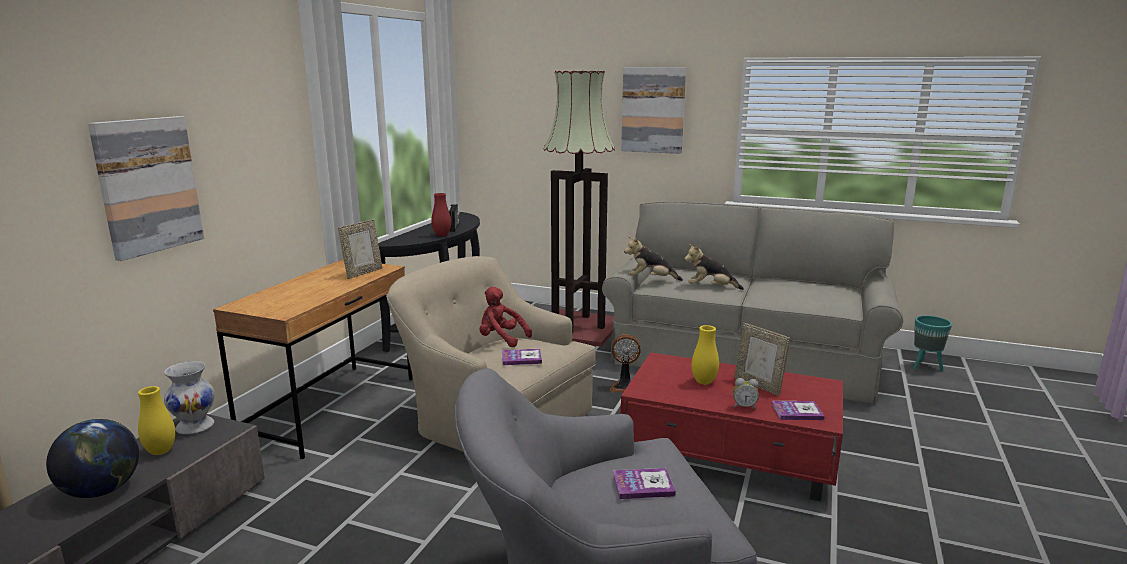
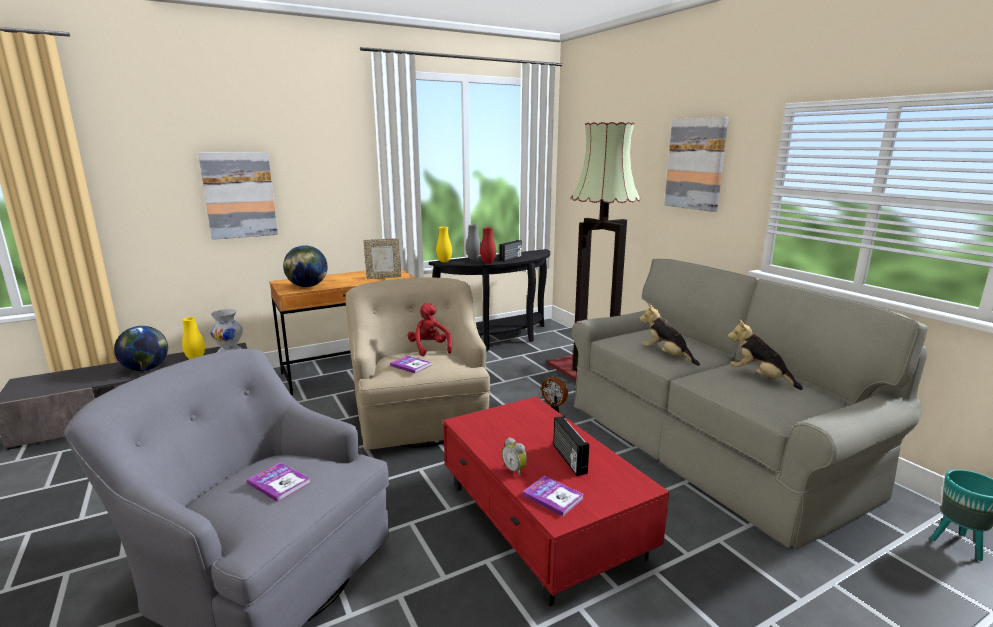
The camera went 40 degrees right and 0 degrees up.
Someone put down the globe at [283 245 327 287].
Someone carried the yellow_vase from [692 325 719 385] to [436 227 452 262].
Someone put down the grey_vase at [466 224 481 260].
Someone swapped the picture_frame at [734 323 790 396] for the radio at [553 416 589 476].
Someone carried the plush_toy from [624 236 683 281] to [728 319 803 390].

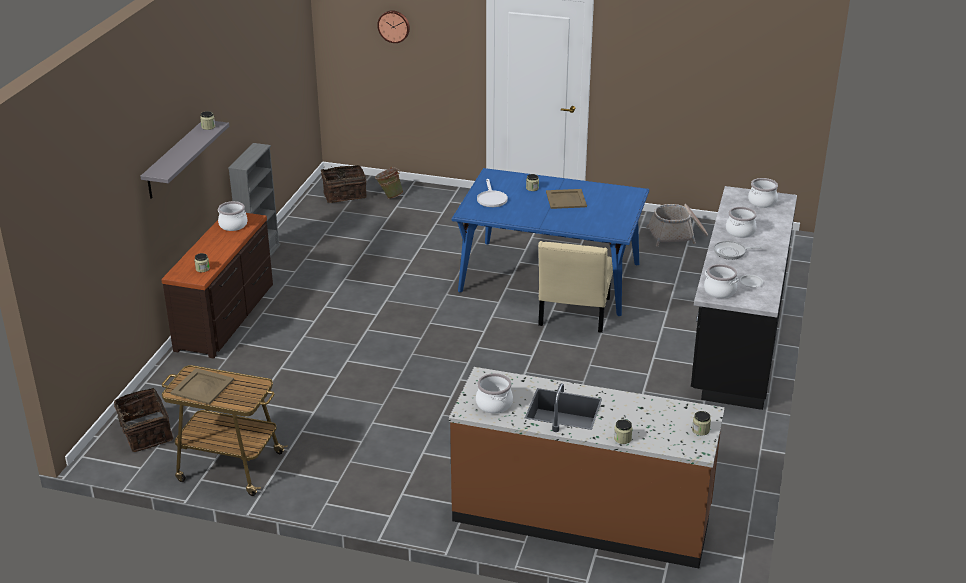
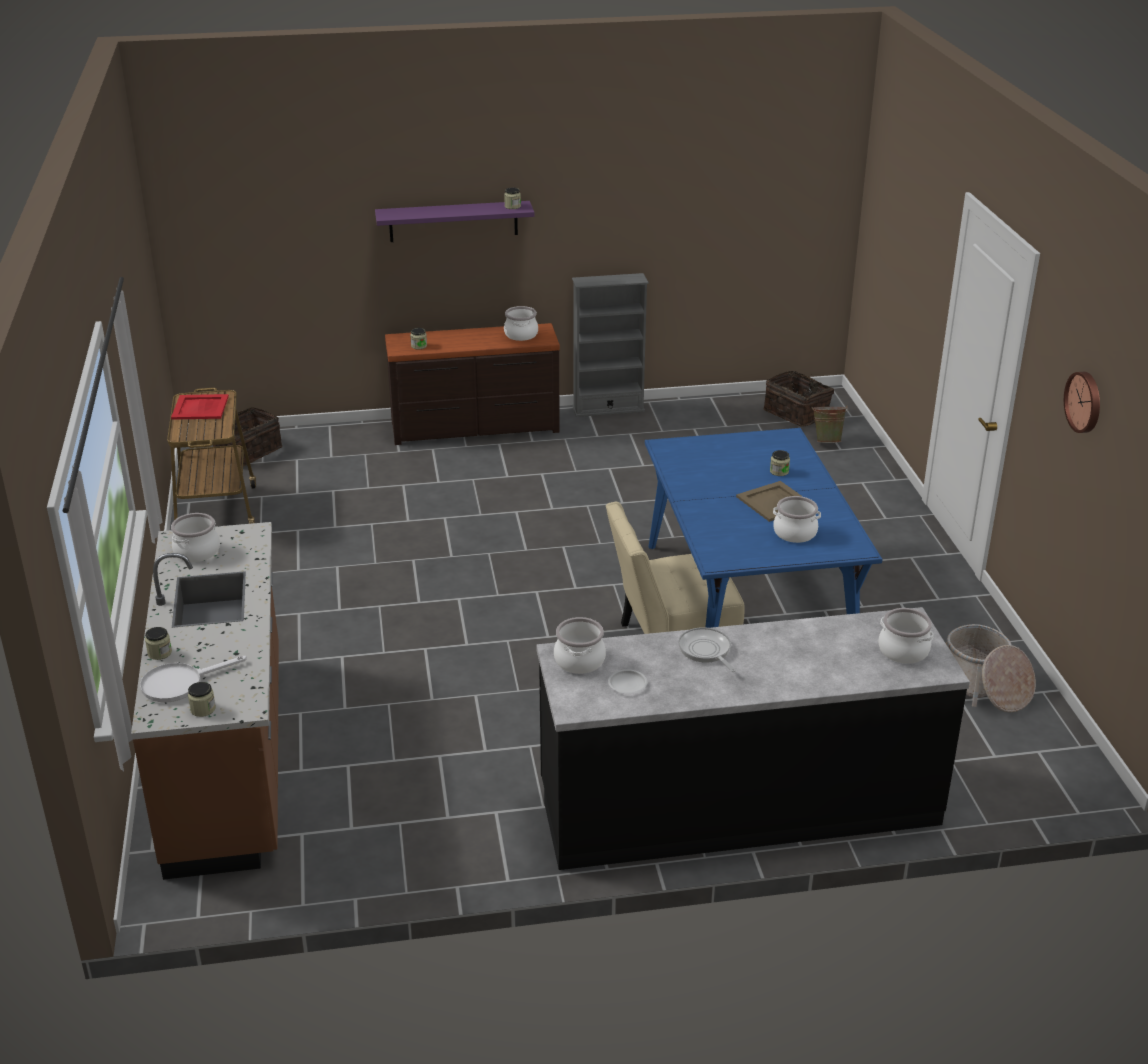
The camera went 65 degrees right and 0 degrees up.
Someone carried the white_frying_pan from [477 179 508 207] to [140 656 247 703].
Someone repainted the beige_tray at [170 368 234 405], which became the red_tray at [171 394 229 420].
Someone repainted the grey_shelf at [141 121 229 199], which became the purple_shelf at [375 201 534 242].
Someone carried the cooking_pot from [726 207 757 238] to [773 496 821 543].
Someone carried the wall_clock from [377 10 410 43] to [1064 372 1100 433].

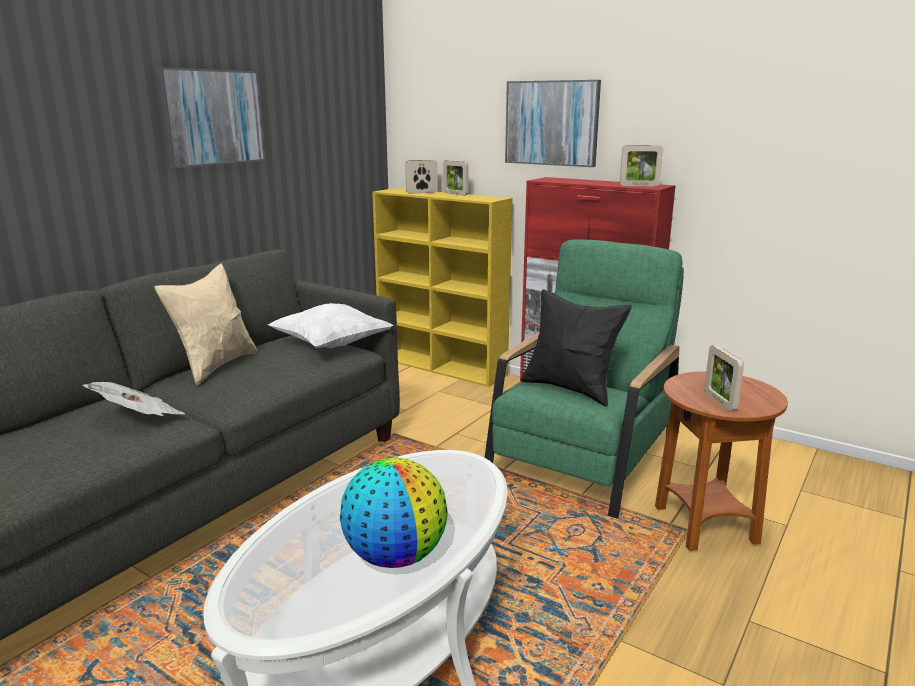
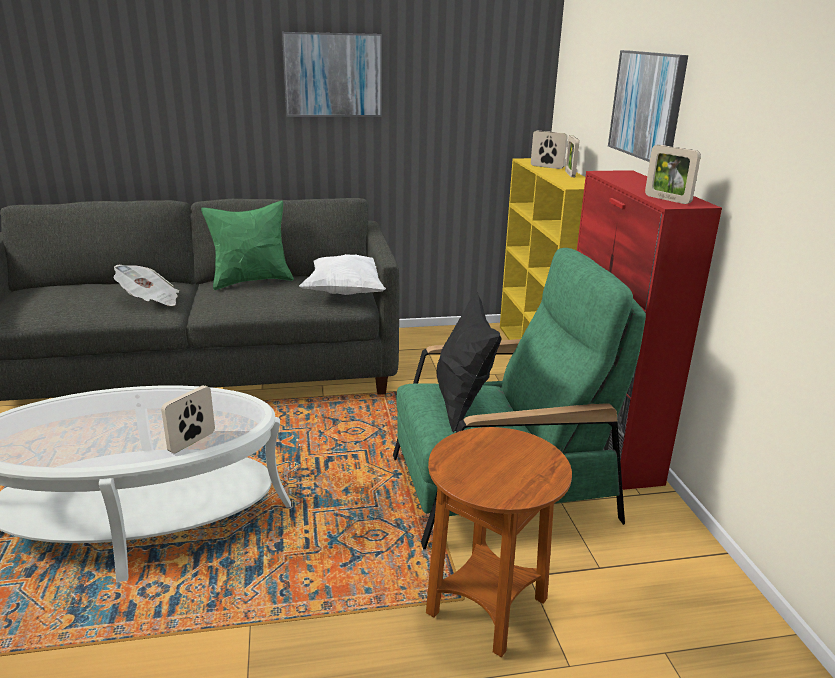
The camera went 45 degrees right and 5 degrees up.
Someone carried the picture_frame from [704 345 744 411] to [161 385 215 453].
Someone repainted the beige_pillow at [155 263 258 385], which became the green_pillow at [201 200 294 290].
Someone took away the globe at [340 457 448 568].

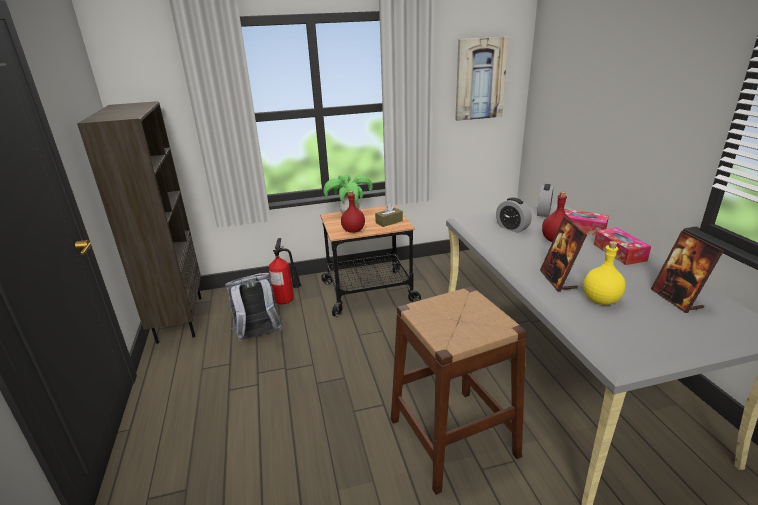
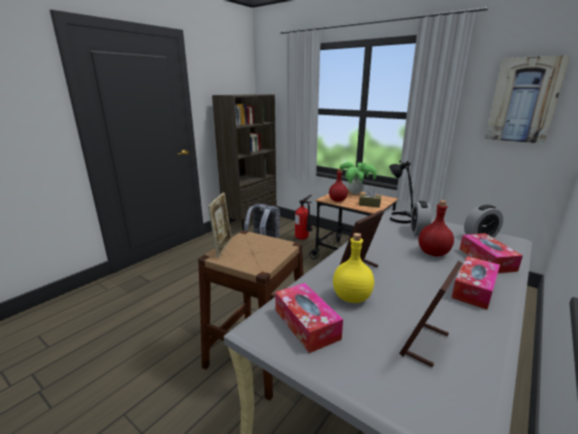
The camera went 50 degrees right and 5 degrees down.
Someone put down the picture_frame at [208 192 232 258].
Someone put down the tissue_box at [275 283 343 353].
Someone put down the black_table_lamp at [389 160 413 223].

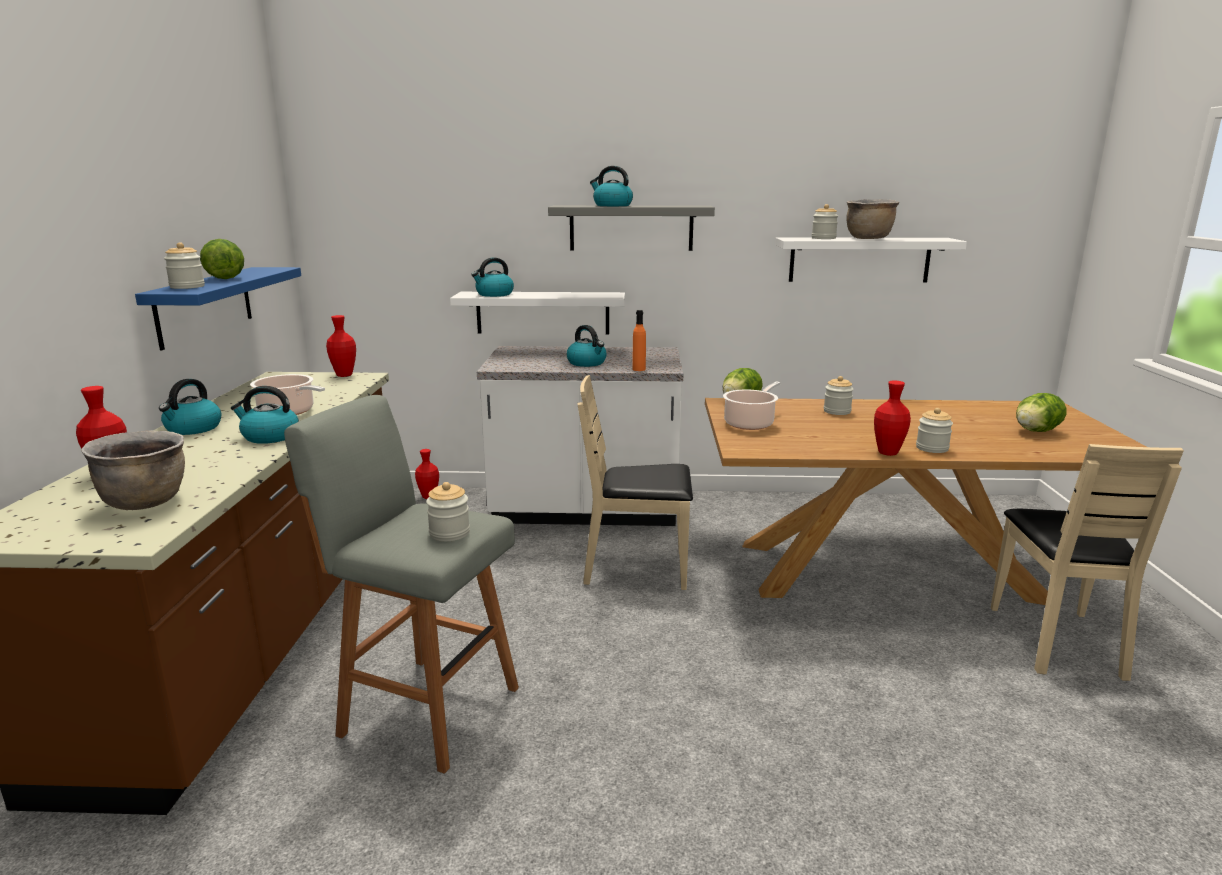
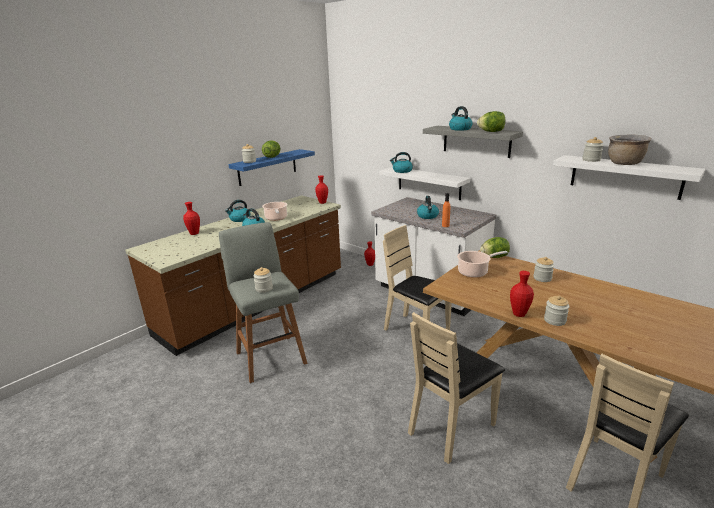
The camera went 40 degrees right and 5 degrees up.
Someone put down the beige_chair at [408 312 505 464].
Someone carried the lettuce from [1016 393 1067 432] to [477 111 506 132].
Someone took away the brown_cooking_pot at [81 431 185 510].

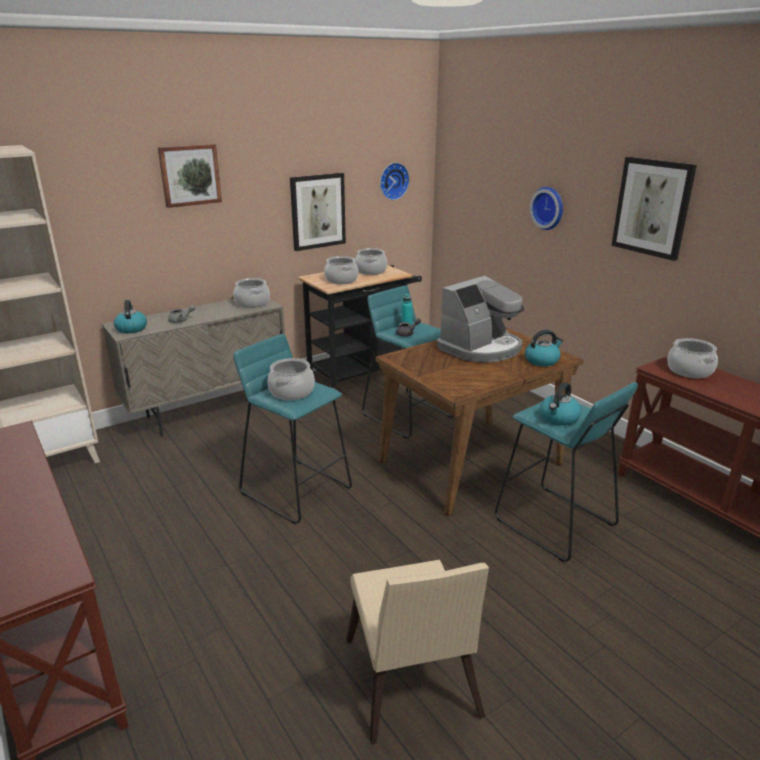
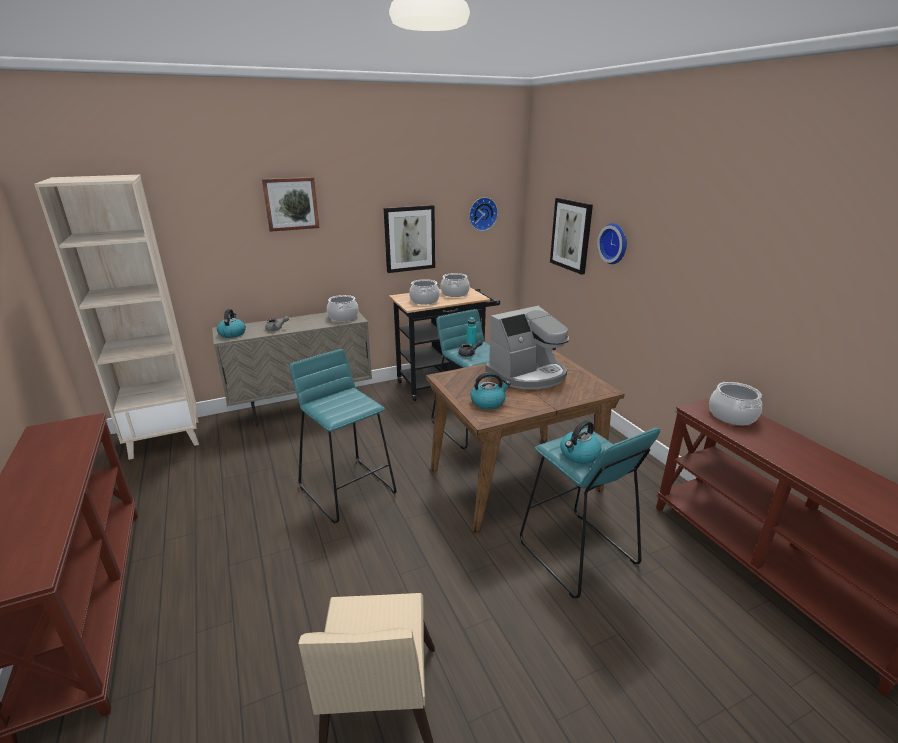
The camera went 10 degrees right and 0 degrees up.
Someone carried the kettle from [525 330 563 366] to [470 372 511 410].
Someone carried the picture from [611 157 697 261] to [550 198 593 275].
Someone took away the cooking_pot at [268 358 315 400].

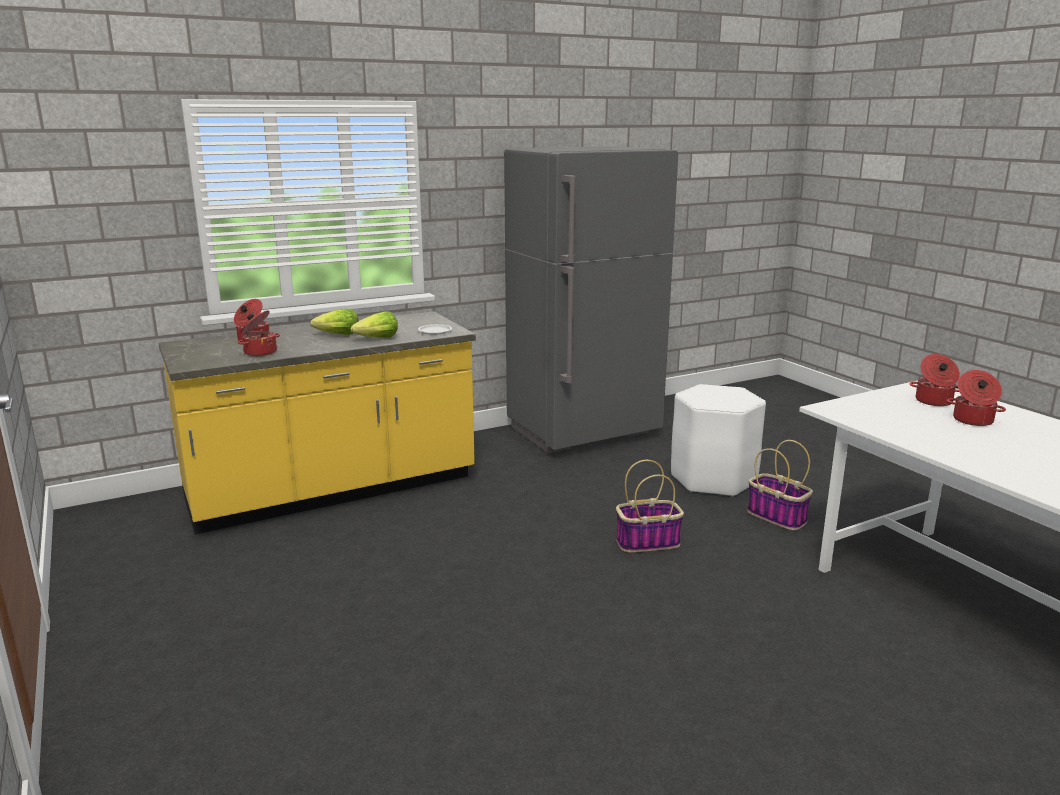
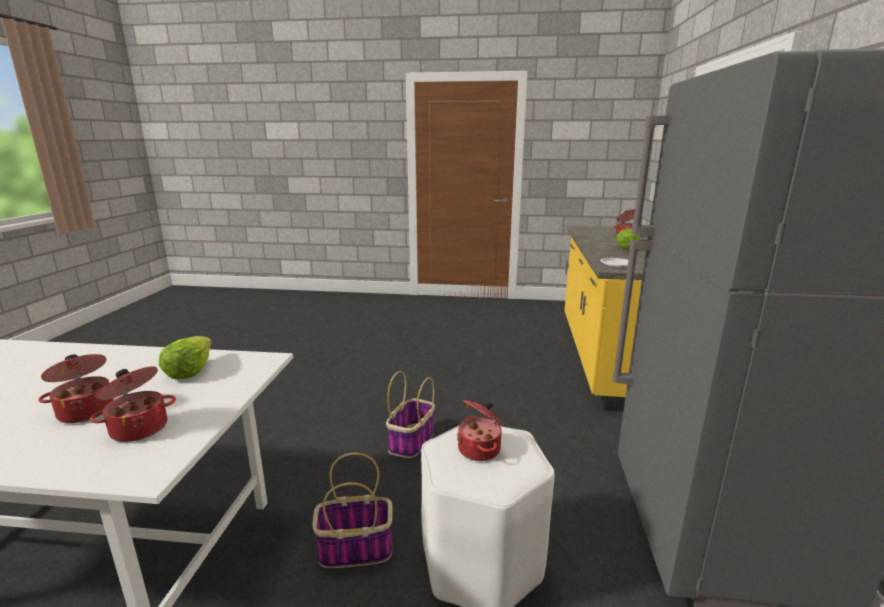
The camera went 125 degrees right and 0 degrees up.
Someone carried the lettuce from [351 311 398 338] to [159 336 212 380].
Someone carried the cooking_pot from [237 310 280 356] to [457 400 504 461].

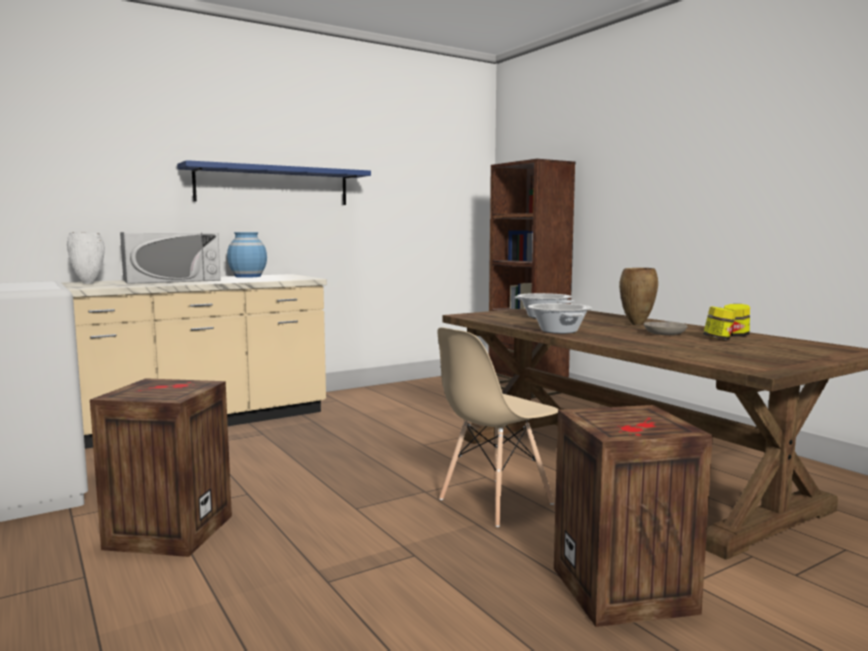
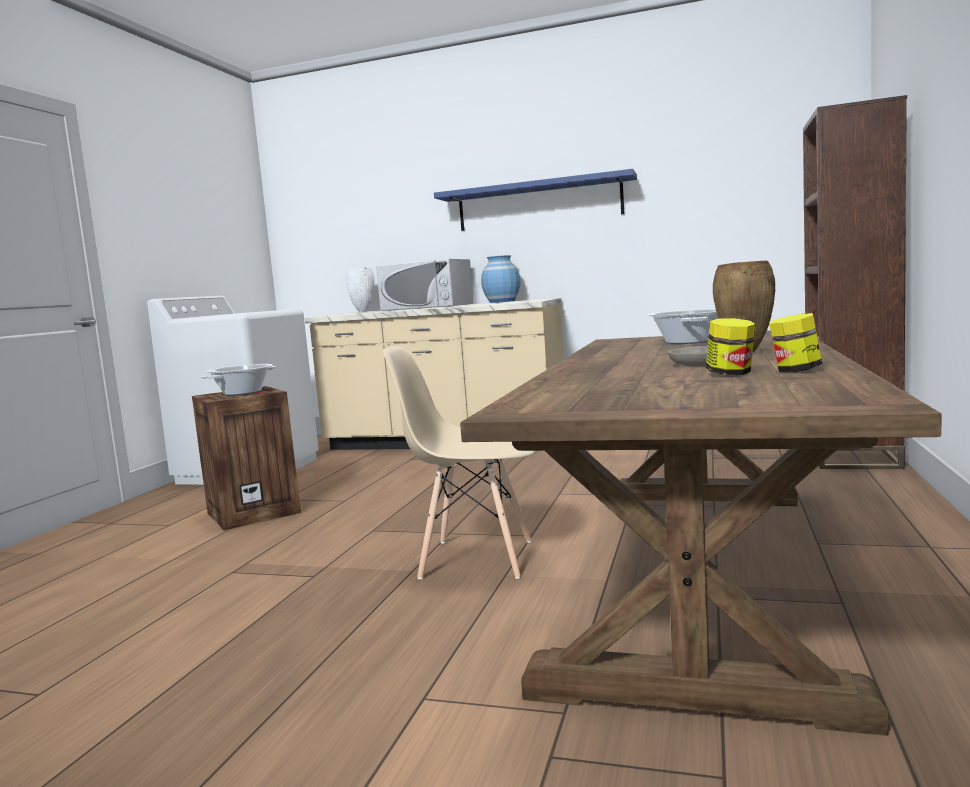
The camera went 50 degrees right and 0 degrees up.
Someone carried the cooking_pot from [528 303 592 334] to [201 364 276 395].
Someone took away the crate at [554 405 713 627].

